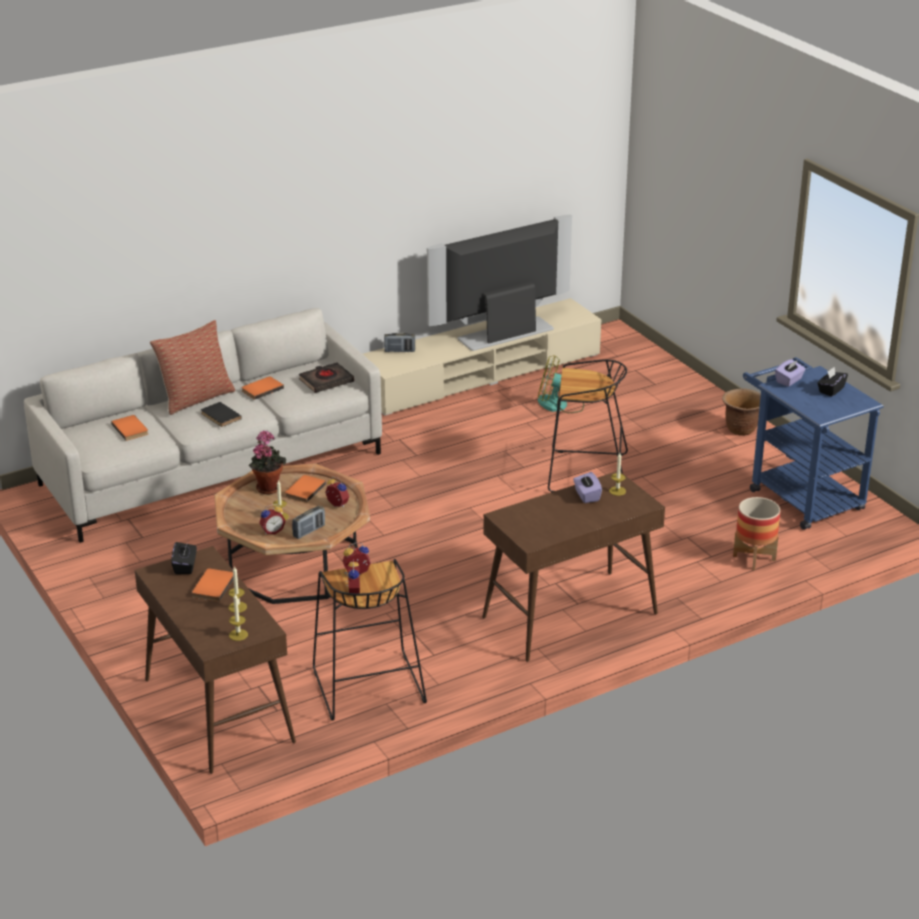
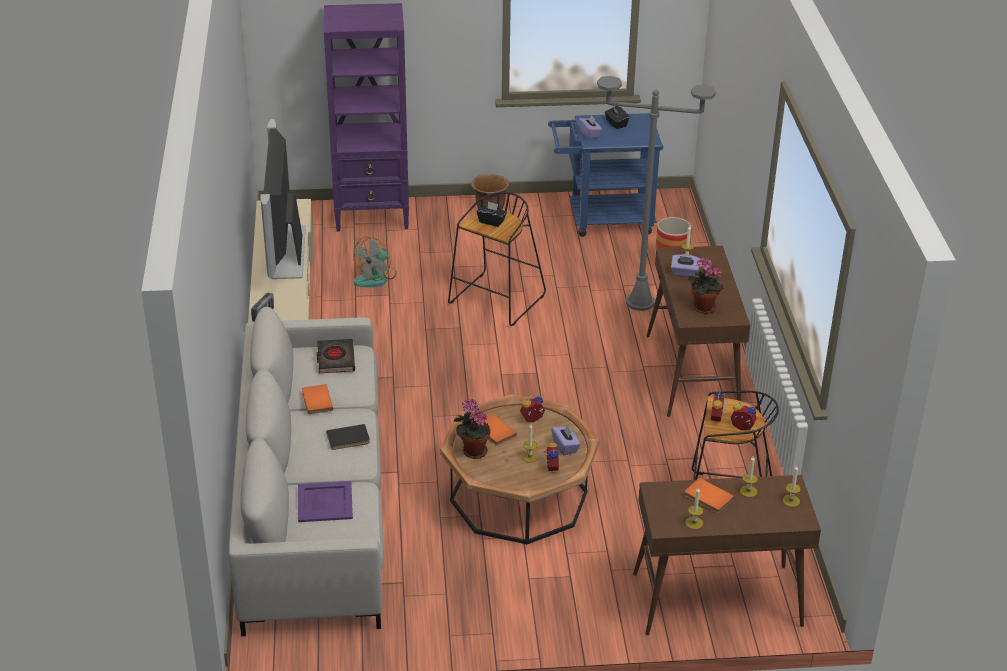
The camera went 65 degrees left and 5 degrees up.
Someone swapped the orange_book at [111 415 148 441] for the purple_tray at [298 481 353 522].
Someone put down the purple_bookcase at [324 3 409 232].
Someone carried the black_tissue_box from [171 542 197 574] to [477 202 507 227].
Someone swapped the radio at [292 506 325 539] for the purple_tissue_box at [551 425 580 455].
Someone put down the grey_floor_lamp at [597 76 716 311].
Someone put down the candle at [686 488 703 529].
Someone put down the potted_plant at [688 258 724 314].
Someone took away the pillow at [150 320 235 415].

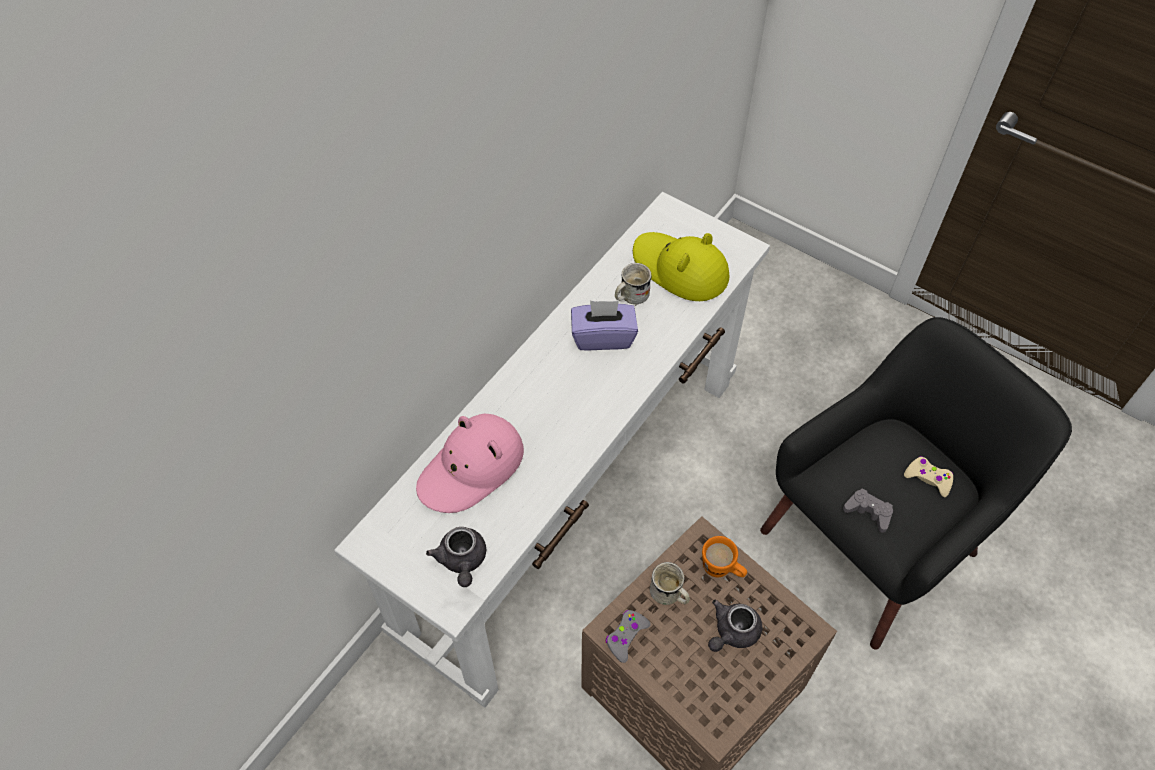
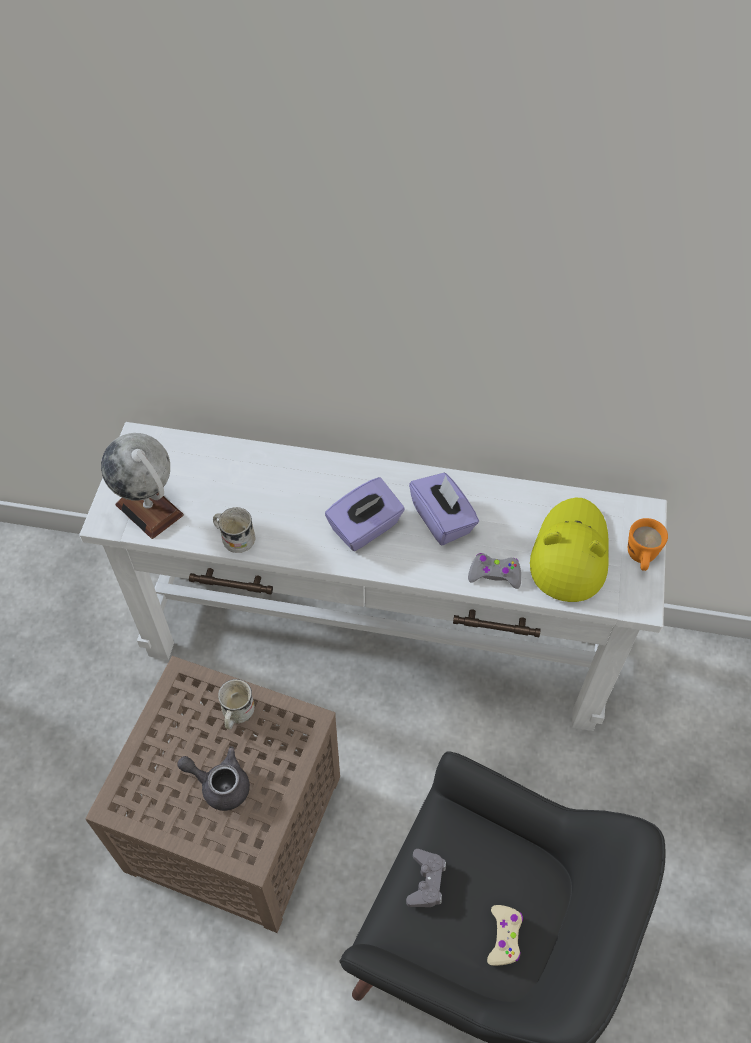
The camera went 65 degrees right and 0 degrees up.
Someone swapped the grey_teapot at [426 527 486 587] for the globe at [101 433 184 539].
Someone carried the white_mug from [615 263 651 306] to [213 507 255 553].
Someone put down the purple_tissue_box at [325 477 405 551].
Someone carried the grey_game_controller from [606 610 651 663] to [468 553 521 589].
Someone carried the orange_mug from [702 536 747 577] to [628 518 668 571].
Someone took away the pink_hat at [416 414 524 513].

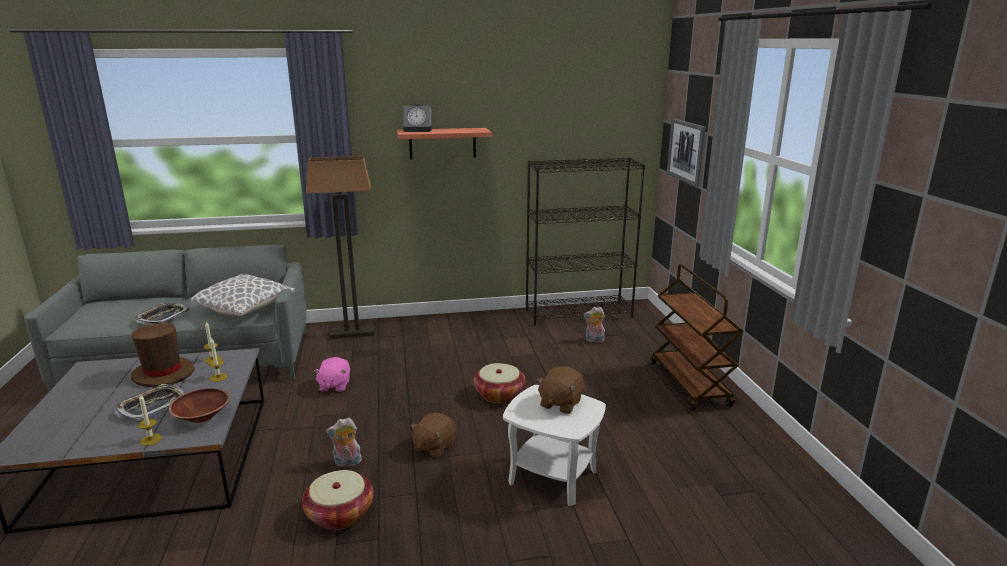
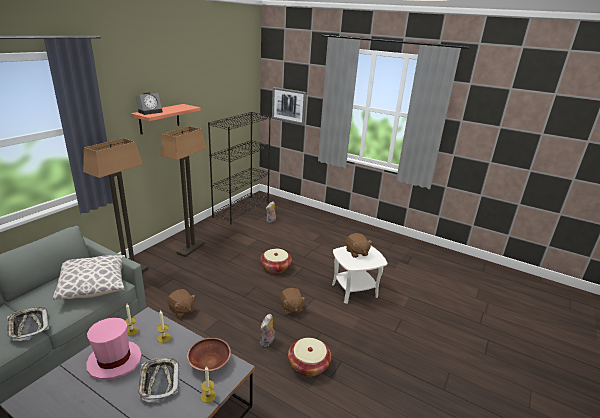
The camera went 50 degrees left and 5 degrees up.
Someone repainted the brown_hat at [131 323 195 387], which became the pink_hat at [86 318 142 380].
Someone put down the floor_lamp at [160 126 206 257].
Someone repainted the pink_plush_toy at [314 357 350 392], which became the brown_plush_toy at [167 289 196 318].
Someone took away the brown_cart at [650 264 744 411].

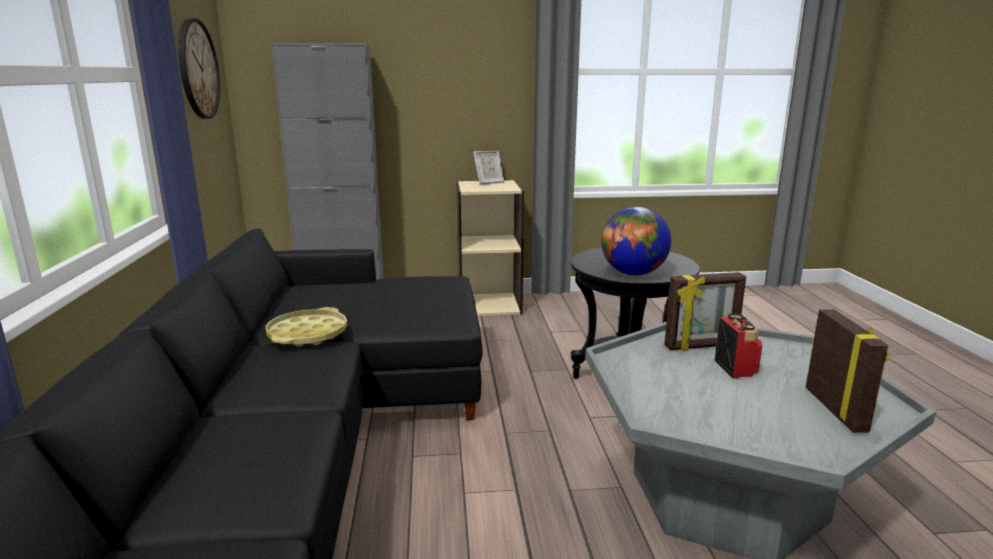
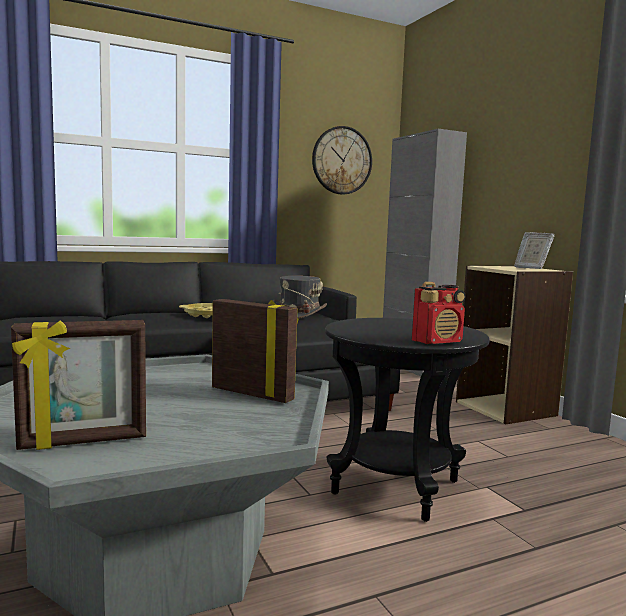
The camera went 70 degrees right and 10 degrees down.
Someone rotated the picture_frame at [664 272 746 351] by 150 degrees clockwise.
Someone put down the grey_hat at [273 276 327 319].
Someone carried the radio from [715 313 762 378] to [412 282 466 344].
Someone took away the globe at [601 207 671 275].

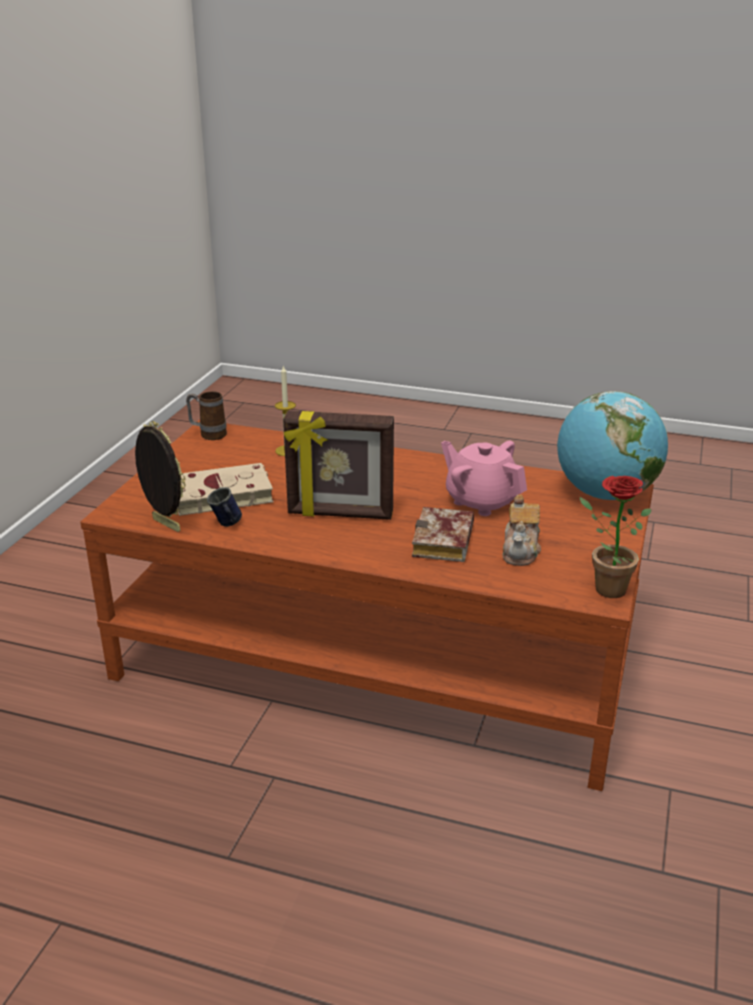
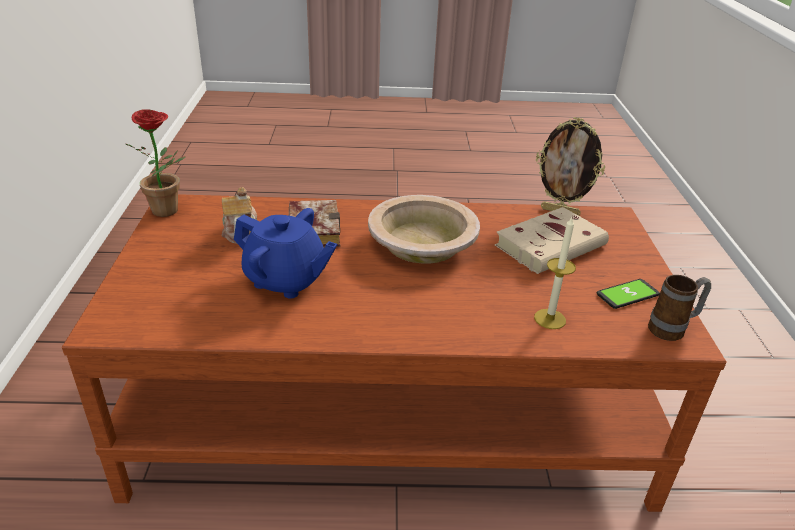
The camera went 160 degrees right and 5 degrees up.
Someone repainted the pink_teapot at [441 441 527 516], which became the blue_teapot at [234 208 337 298].
Someone swapped the picture_frame at [283 411 394 520] for the beige_bowl at [368 195 480 264].
Someone put down the phone at [597 279 660 309].
Someone took away the blue_mug at [207 487 242 527].
Someone took away the globe at [557 391 668 500].

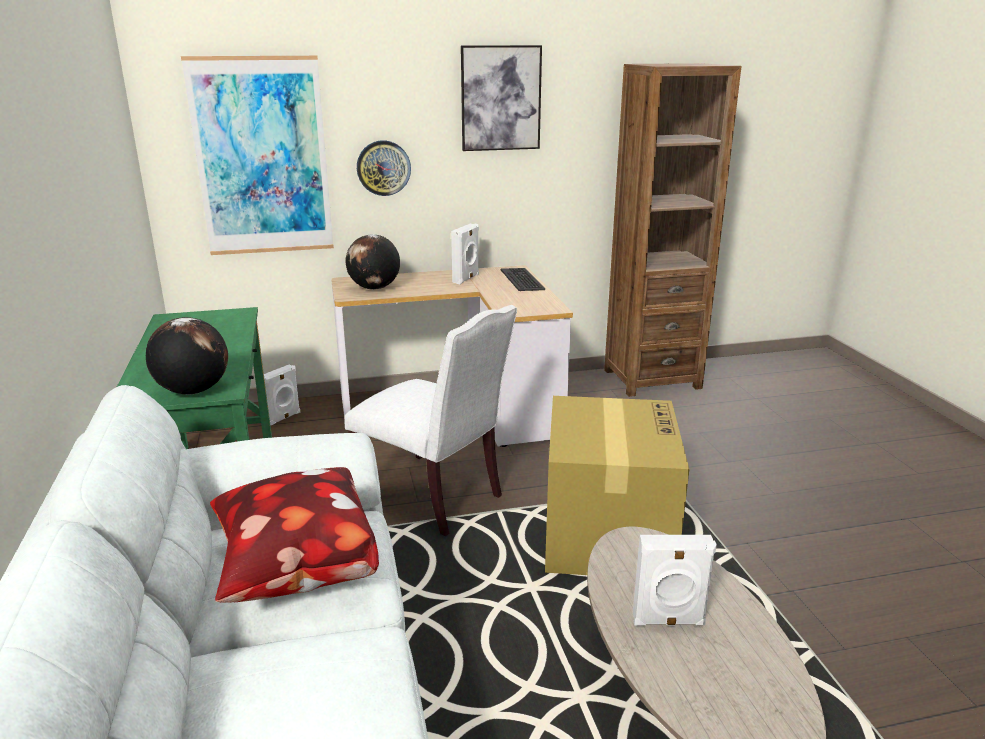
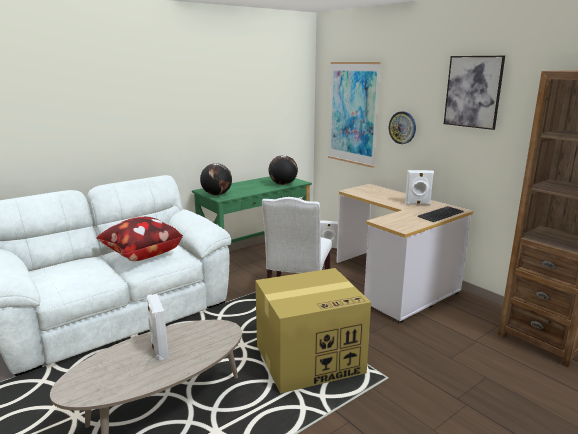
The camera went 65 degrees right and 5 degrees down.
Someone carried the globe from [345 234 400 289] to [268 155 298 185].

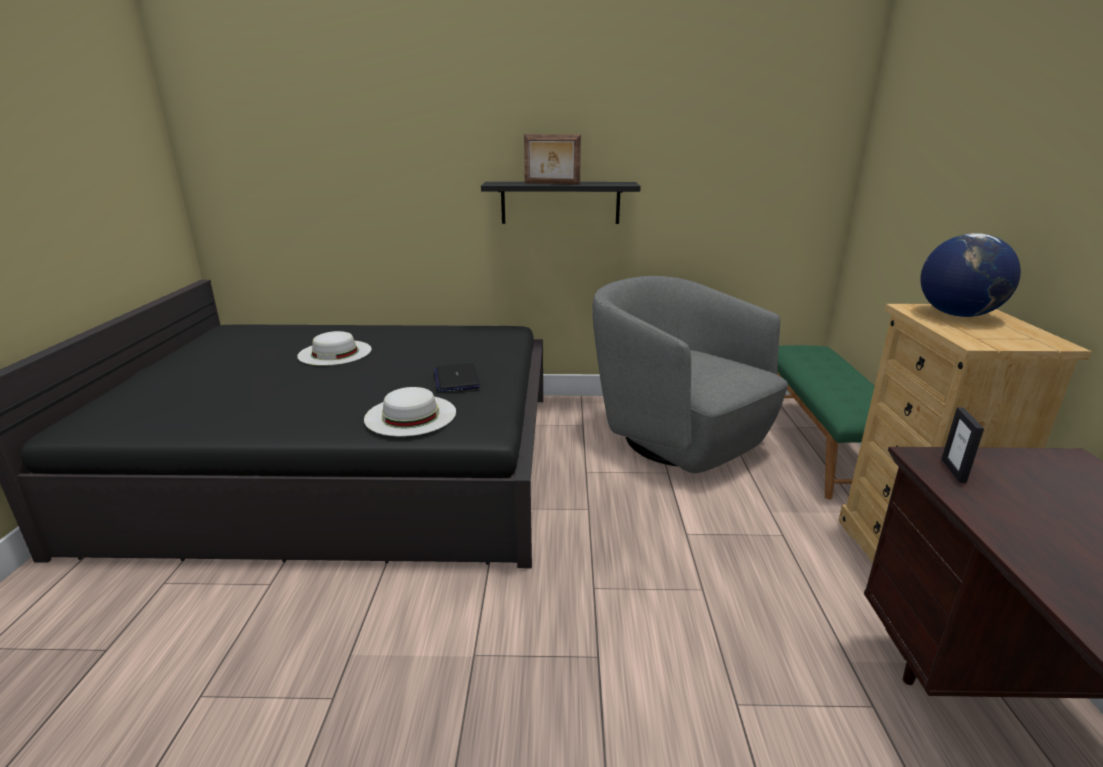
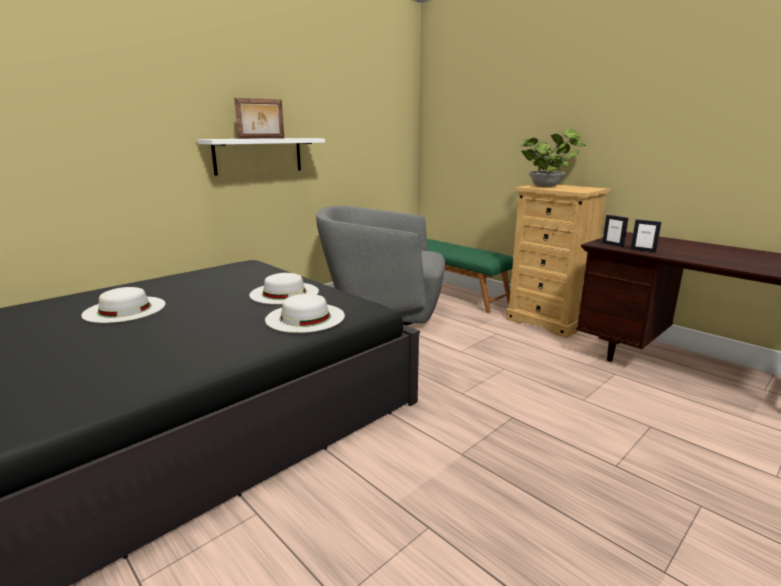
The camera went 45 degrees left and 5 degrees down.
Someone repainted the black_shelf at [481 182 641 224], which became the white_shelf at [197 138 325 176].
Someone swapped the laptop at [434 363 480 392] for the white_hat at [249 273 319 304].
Someone swapped the globe at [920 233 1021 317] for the potted_plant at [520 129 586 187].
Someone put down the picture_frame at [631 219 661 253].

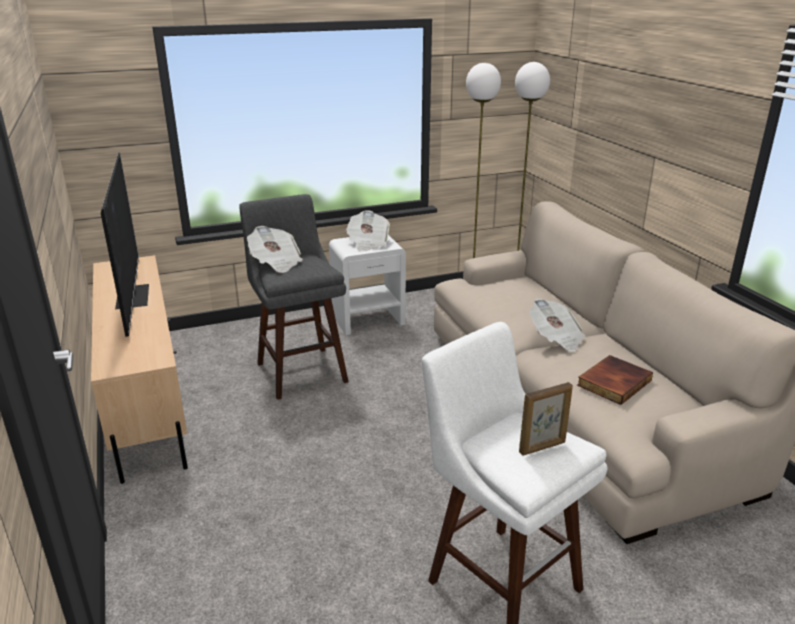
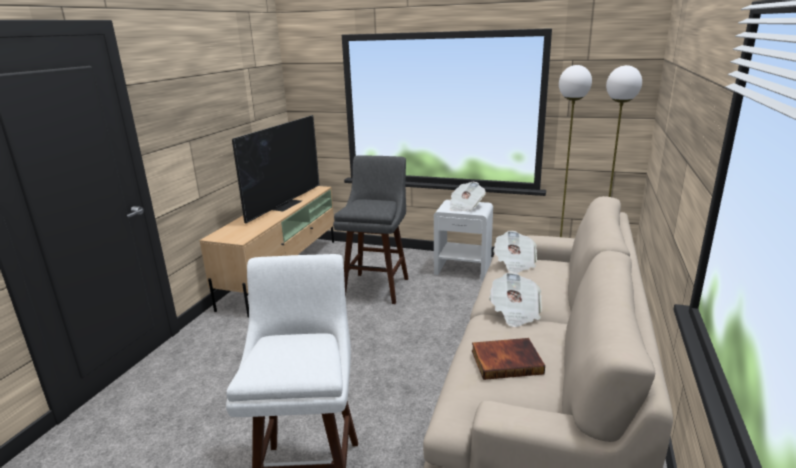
The camera went 40 degrees right and 5 degrees down.
Someone carried the newspaper from [247 226 303 273] to [493 231 537 273].
Someone took away the picture_frame at [519 382 573 456].

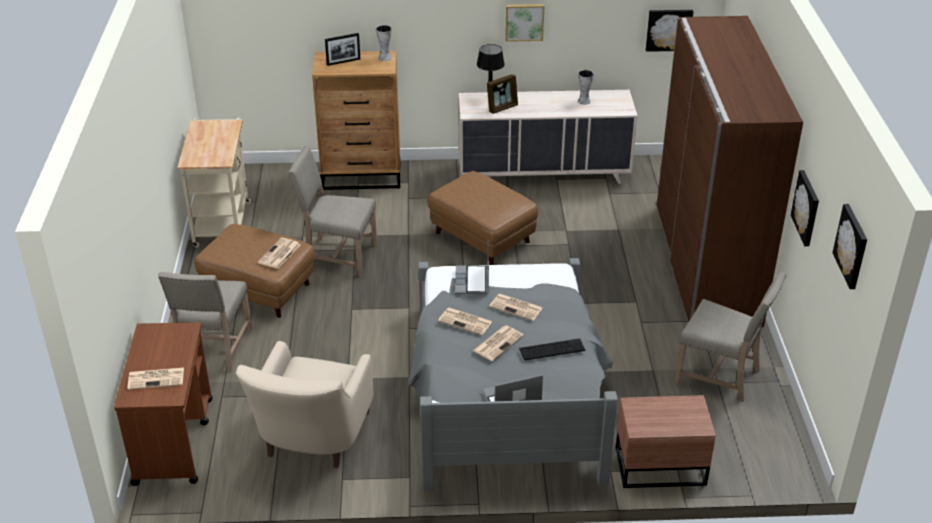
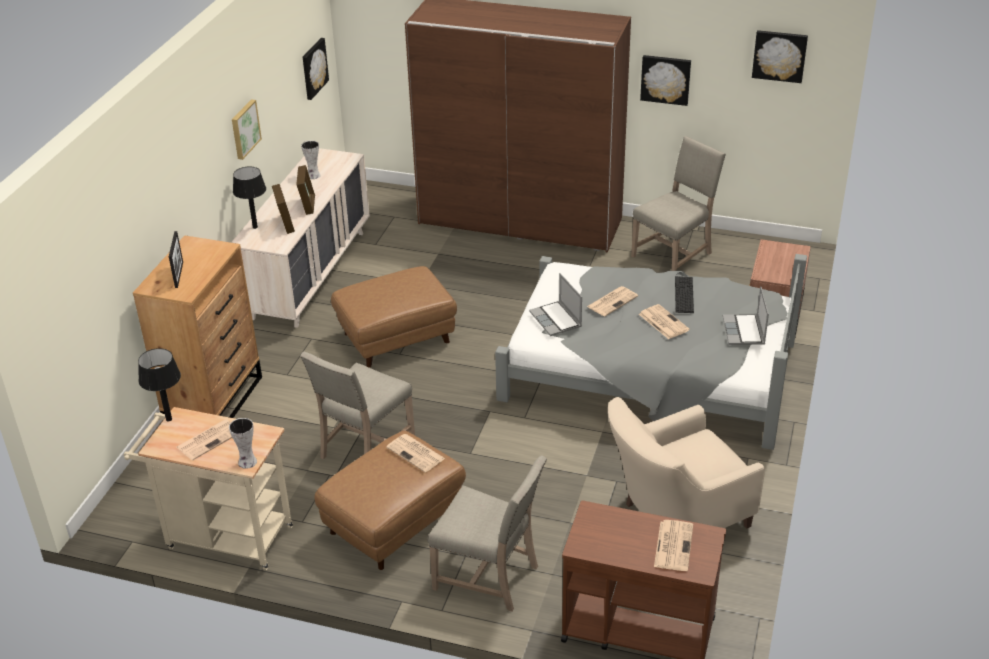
The camera went 70 degrees left and 0 degrees up.
Someone put down the black_table_lamp at [138 348 181 421].
Someone carried the newspaper from [438 307 493 335] to [177 419 232 461].
Someone carried the vase from [376 25 392 61] to [229 418 257 469].
Someone put down the picture_frame at [296 165 315 215].
Someone rotated the laptop at [455 240 489 294] by 45 degrees clockwise.
Someone rotated the beige_armchair at [236 341 373 468] by 120 degrees clockwise.

